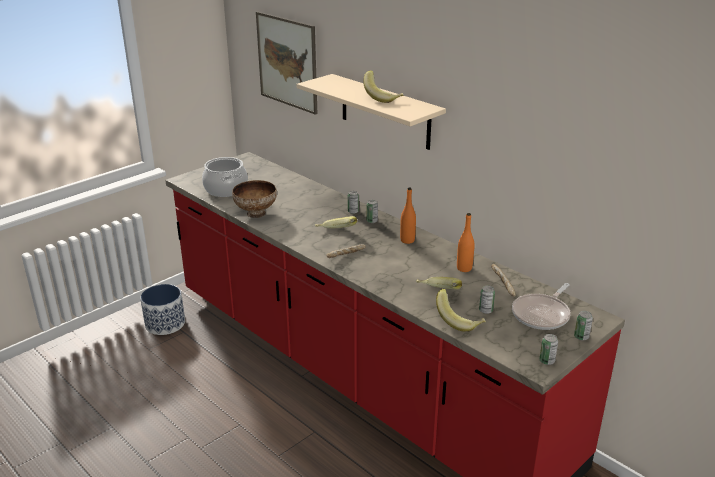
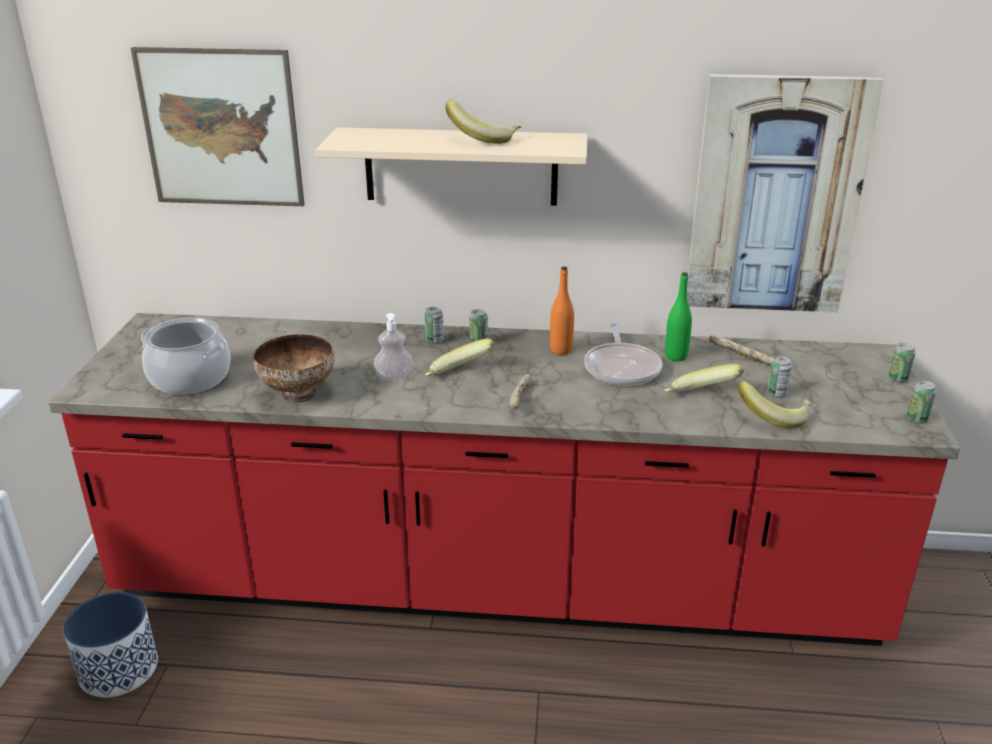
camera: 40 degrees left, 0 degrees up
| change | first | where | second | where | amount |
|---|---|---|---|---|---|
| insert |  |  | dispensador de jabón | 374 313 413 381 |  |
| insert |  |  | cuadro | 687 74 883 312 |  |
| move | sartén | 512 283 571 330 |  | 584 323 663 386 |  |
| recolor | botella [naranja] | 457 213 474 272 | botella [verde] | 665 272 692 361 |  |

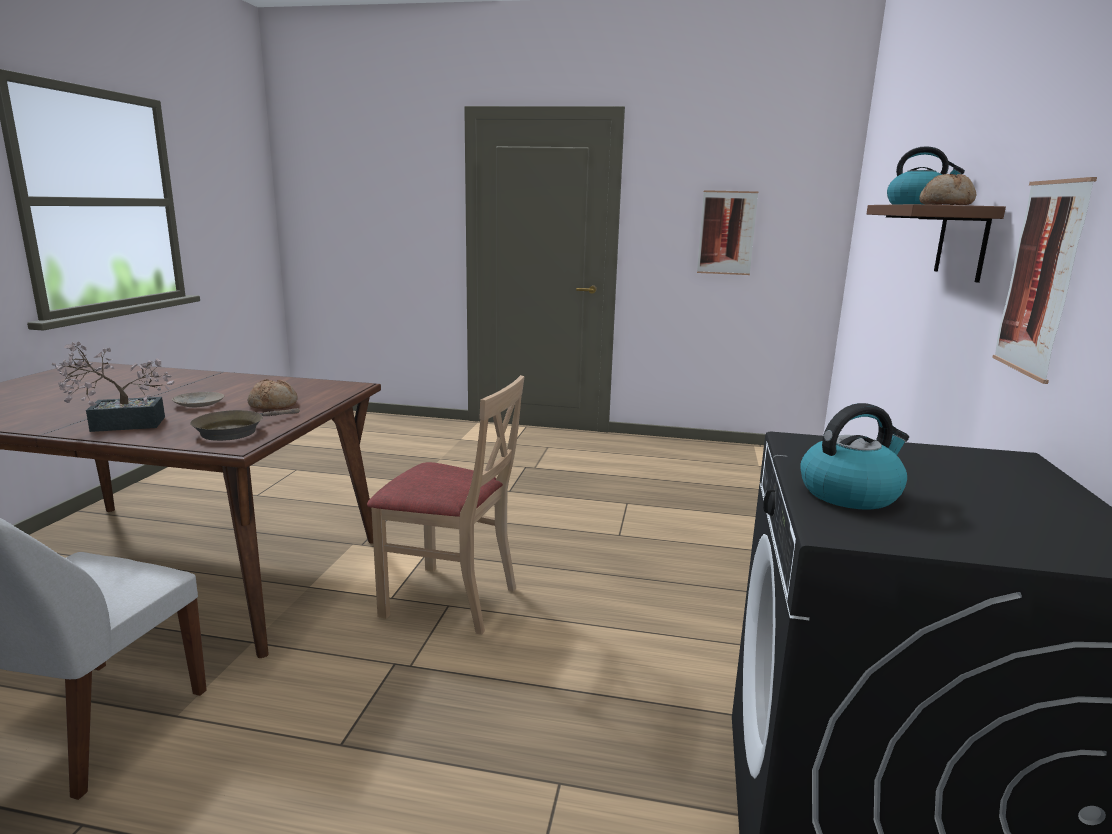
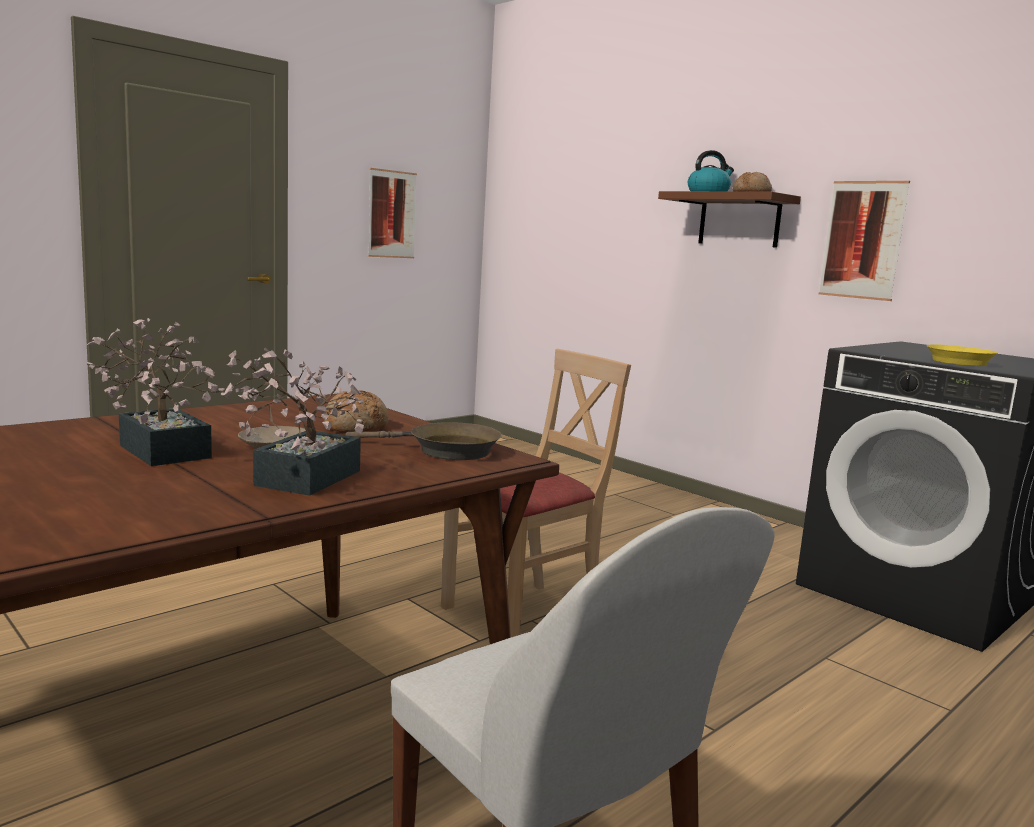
camera: 55 degrees left, 5 degrees down
| change | first | where | second | where | amount |
|---|---|---|---|---|---|
| insert |  |  | planta en maceta | 86 318 228 466 |  |
| replace | hervidor | 800 403 909 510 | sartén [amarillo] | 927 344 998 366 |  |
| rotate | sartén [marrón] | 190 408 300 441 |  | 346 422 501 460 | 60 degrees counterclockwise |

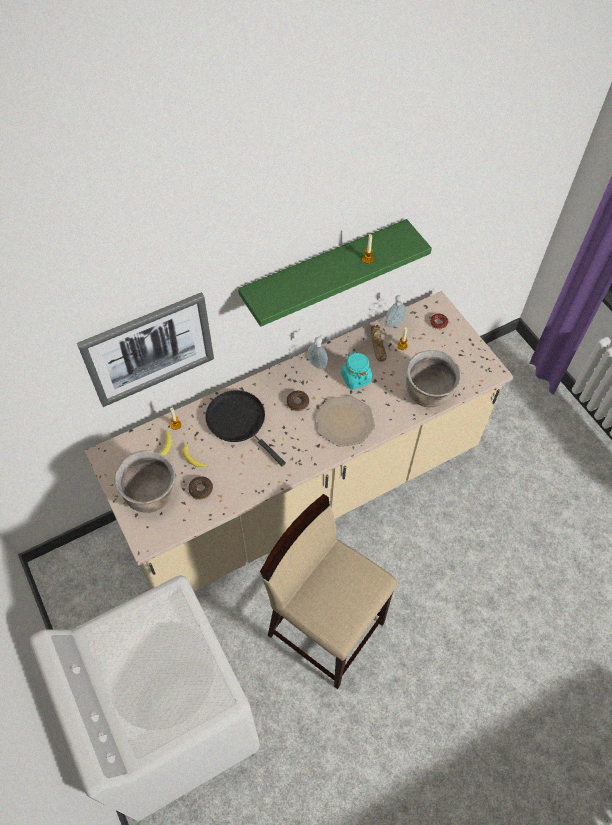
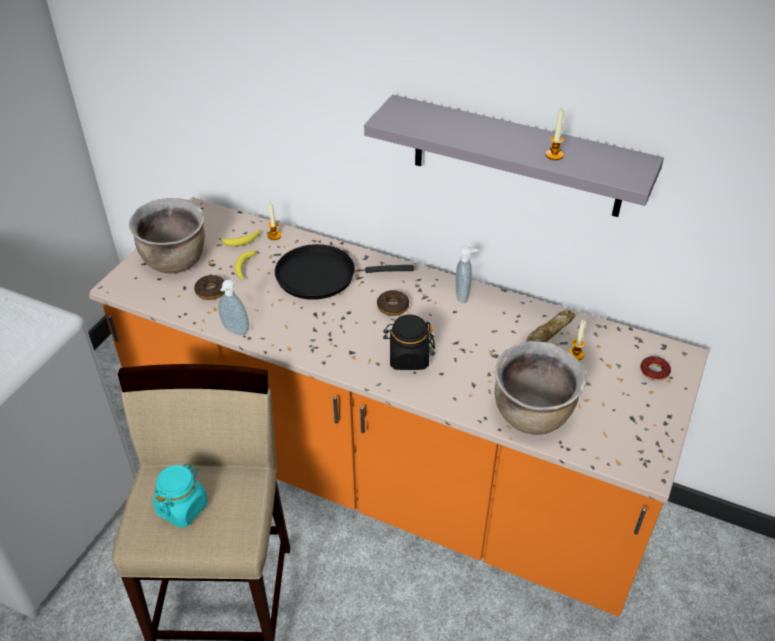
camera: 55 degrees right, 15 degrees down
| change | first | where | second | where | amount |
|---|---|---|---|---|---|
| delete | cuadro | 77 292 214 407 |  |  |  |
| move | tarro [turquesa] | 341 352 372 390 |  | 153 463 208 528 |  |
| move | dispensador de jabón | 385 295 406 327 |  | 218 280 249 335 |  |
| replace | plato | 316 396 375 447 | tarro [negro] | 383 315 435 370 |  |
| recolor | mueble bajo de cocina [beis] | 85 291 513 591 | mueble bajo de cocina [naranja] | 88 197 709 617 |  |
| recolor | estante [verde] | 238 219 432 327 | estante [gris] | 364 95 664 217 |  |
| rotate | sartén [negro] | 205 390 286 466 |  | 275 244 414 300 | 105 degrees counterclockwise |

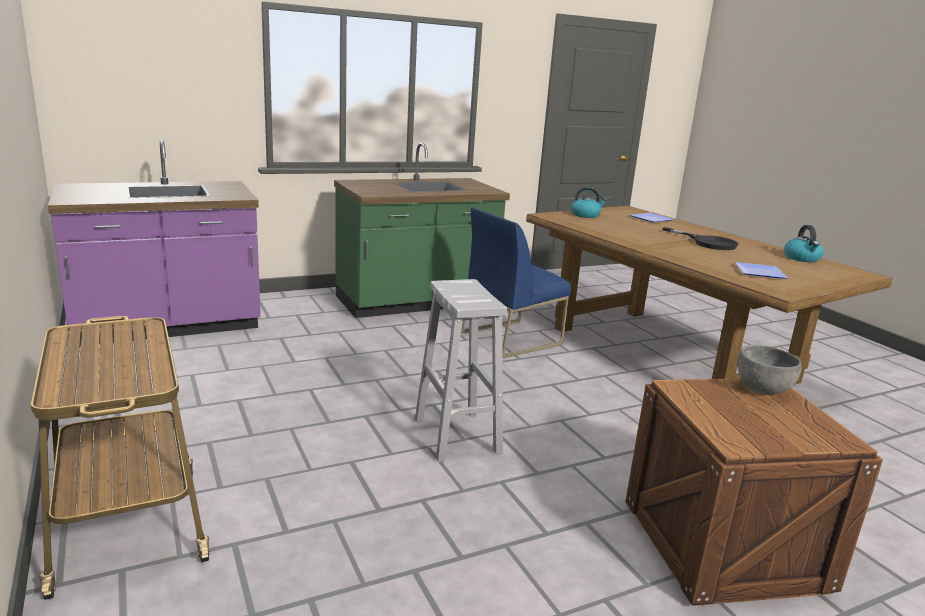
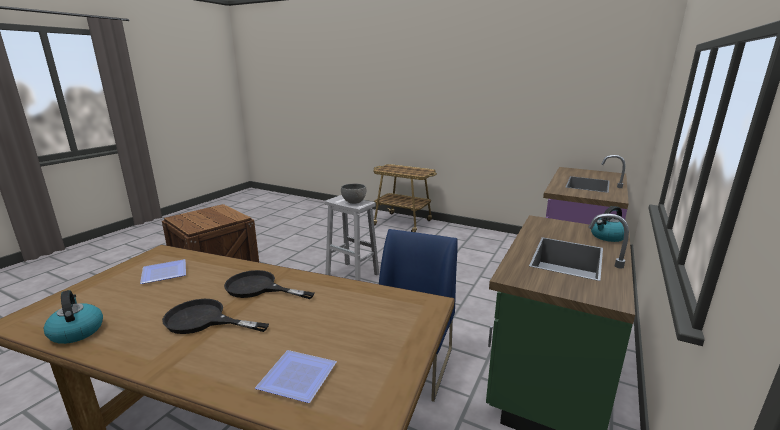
camera: 145 degrees right, 0 degrees up
| change | first | where | second | where | amount |
|---|---|---|---|---|---|
| insert |  |  | sartén [negro] | 224 270 314 299 |  |
| move | hervidor | 571 187 607 218 |  | 591 206 624 242 |  |
| move | cuenco [gris] | 738 345 802 395 |  | 341 183 366 204 |  |

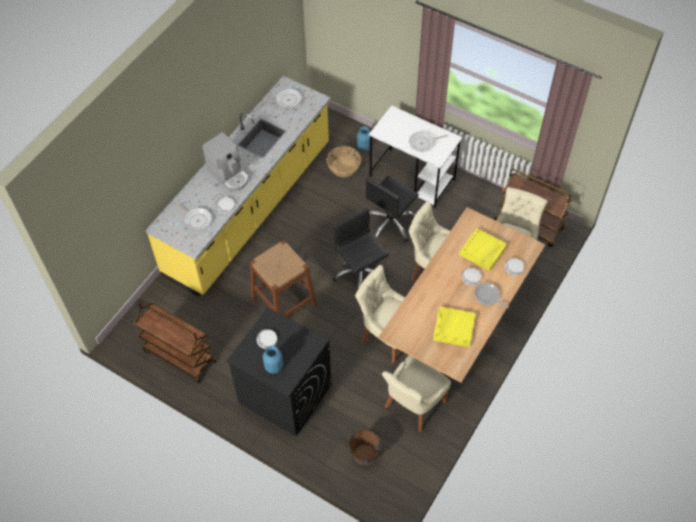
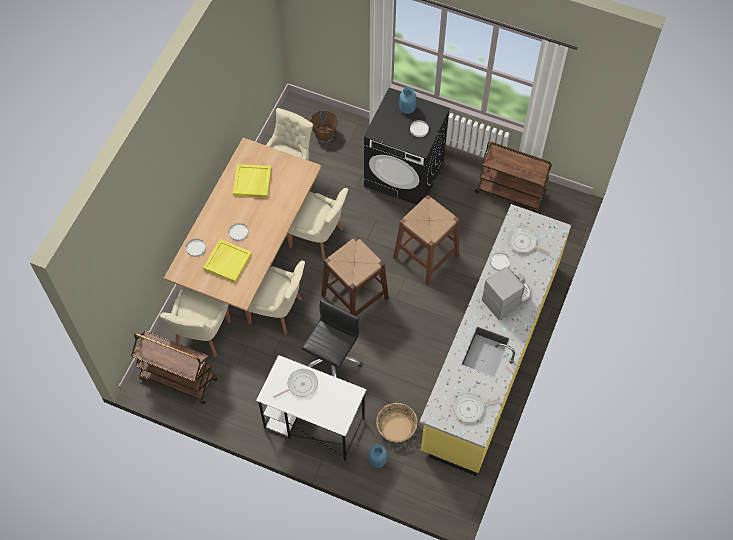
camera: 170 degrees right, 5 degrees up
| change | first | where | second | where | amount |
|---|---|---|---|---|---|
| delete | sartén | 474 282 509 308 |  |  |  |
| replace | silla de oficina [negro] | 333 208 389 289 | taburete [marrón] | 321 236 389 316 |  |
| rotate | cafetera | 202 132 249 191 |  | 482 267 531 320 | 105 degrees clockwise |

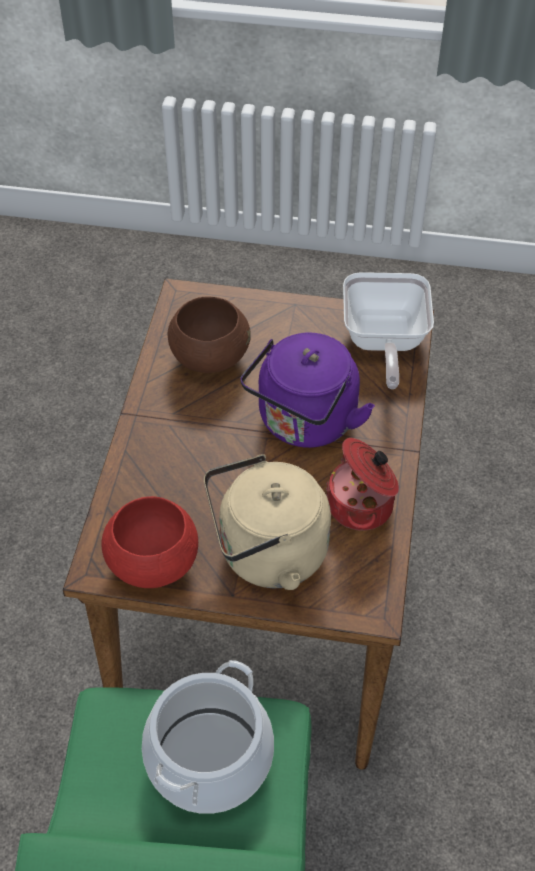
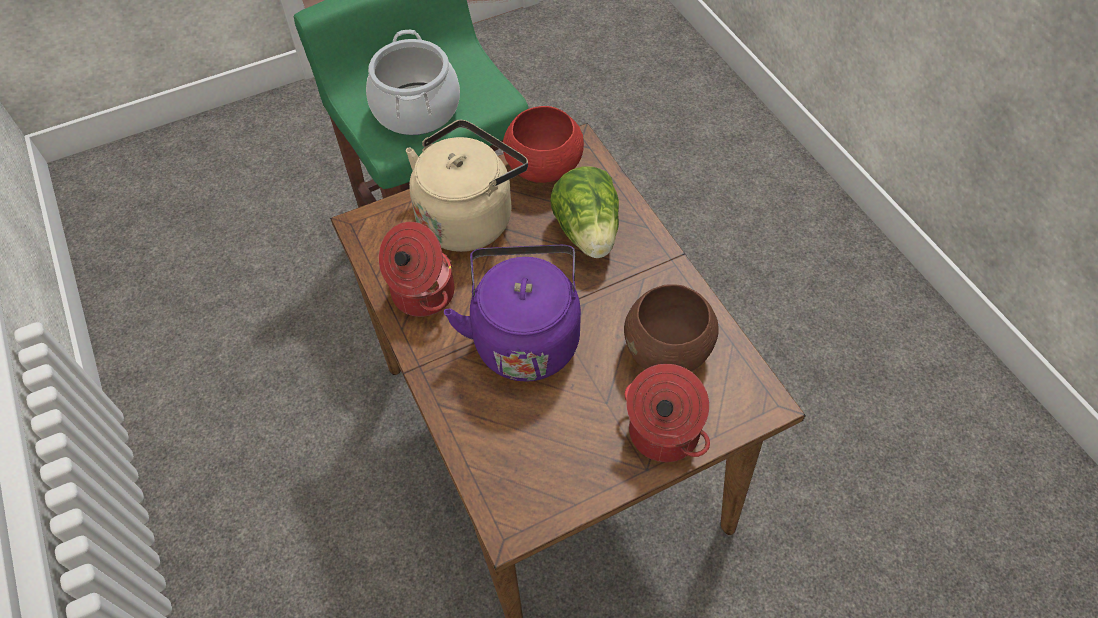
camera: 145 degrees right, 5 degrees up
| change | first | where | second | where | amount |
|---|---|---|---|---|---|
| delete | sartén | 343 272 434 389 |  |  |  |
| insert |  |  | lechuga | 550 167 619 258 |  |
| insert |  |  | olla | 624 364 710 462 |  |

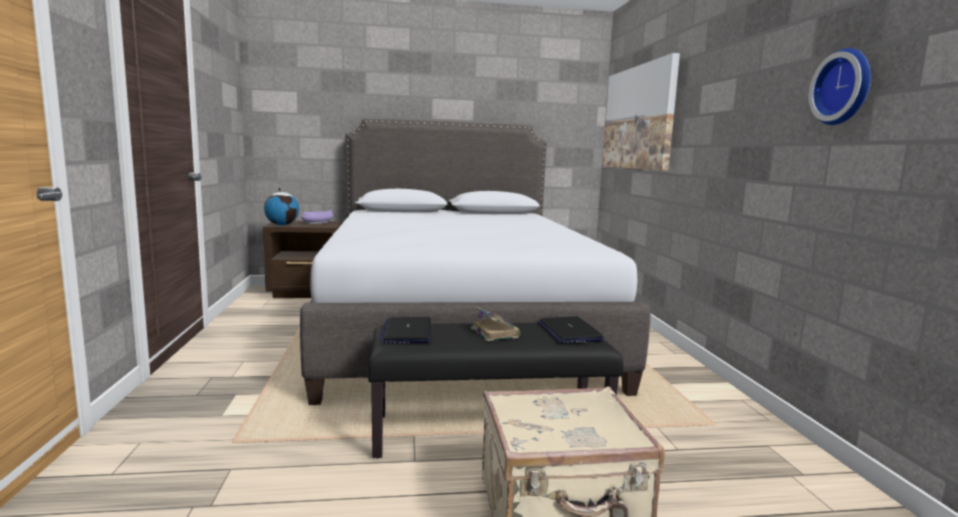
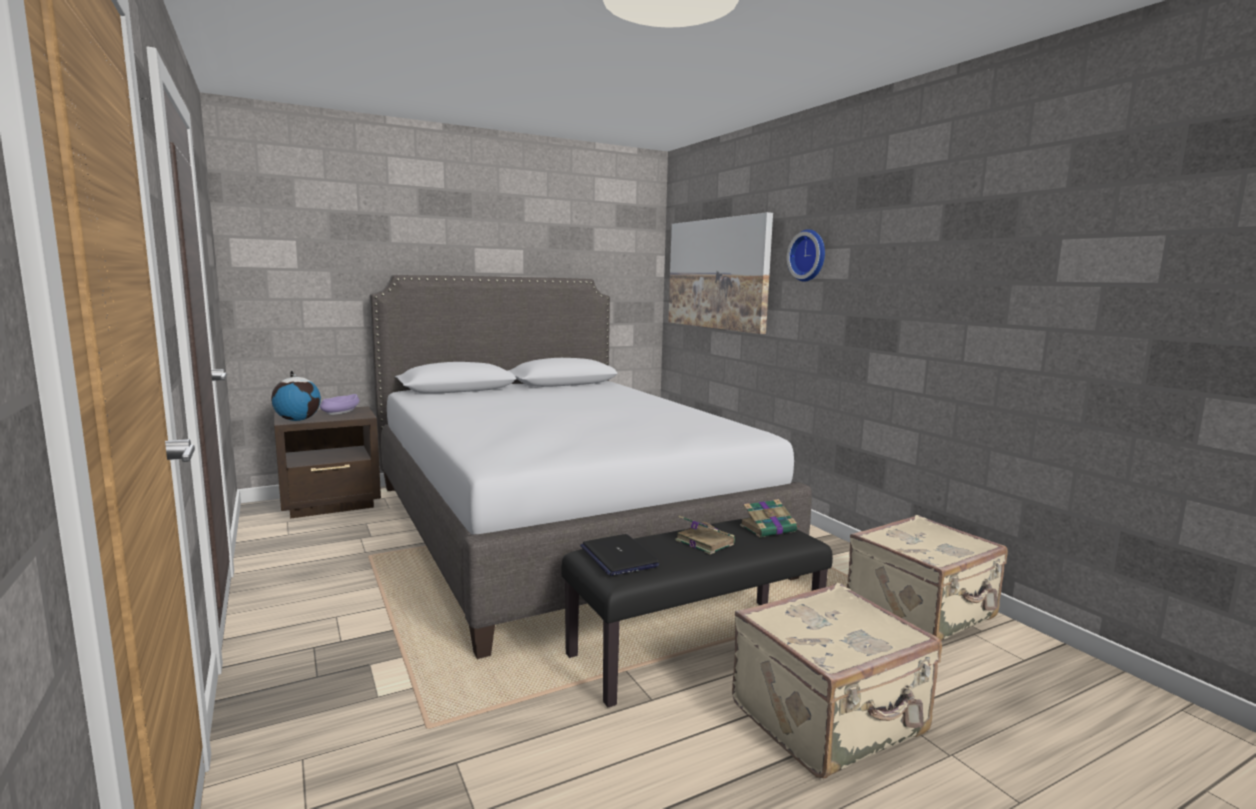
camera: 20 degrees left, 0 degrees up
| change | first | where | second | where | amount |
|---|---|---|---|---|---|
| insert |  |  | maleta [beis] | 847 515 1008 641 |  |
| move | reloj de pared | 809 48 871 125 |  | 787 229 825 282 |  |
| replace | portátil | 537 316 604 343 | libro | 740 499 799 537 |  |

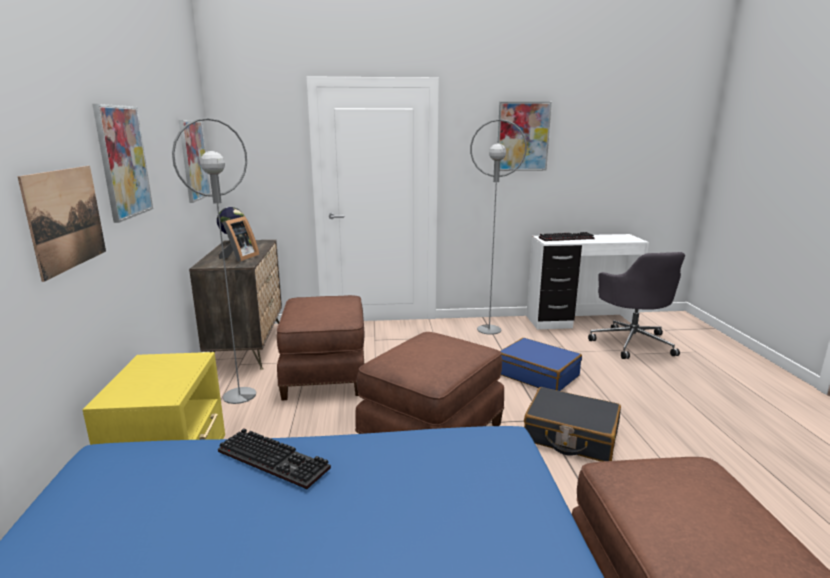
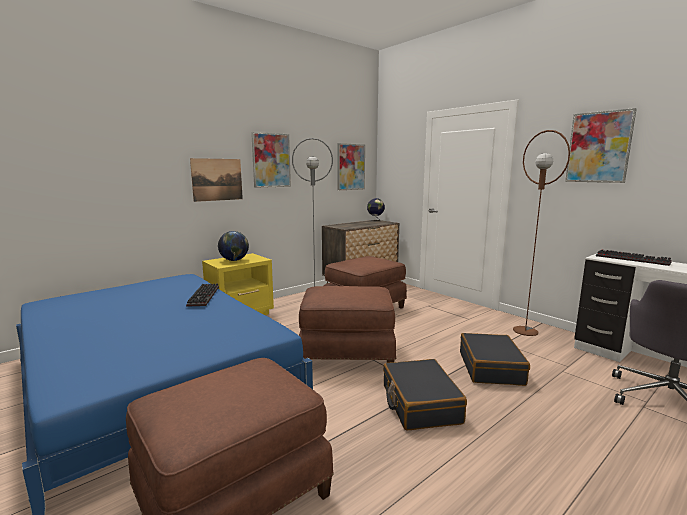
camera: 55 degrees right, 5 degrees down
| change | first | where | second | where | amount |
|---|---|---|---|---|---|
| delete | portarretratos | 218 216 260 262 |  |  |  |
| insert |  |  | globo terráqueo | 218 231 249 261 |  |
| recolor | lámpara de pie [gris] | 470 119 527 335 | lámpara de pie [marrón] | 513 130 570 336 |  |
| recolor | maleta [azul] | 500 338 582 391 | maleta [negro] | 460 333 530 386 |  |

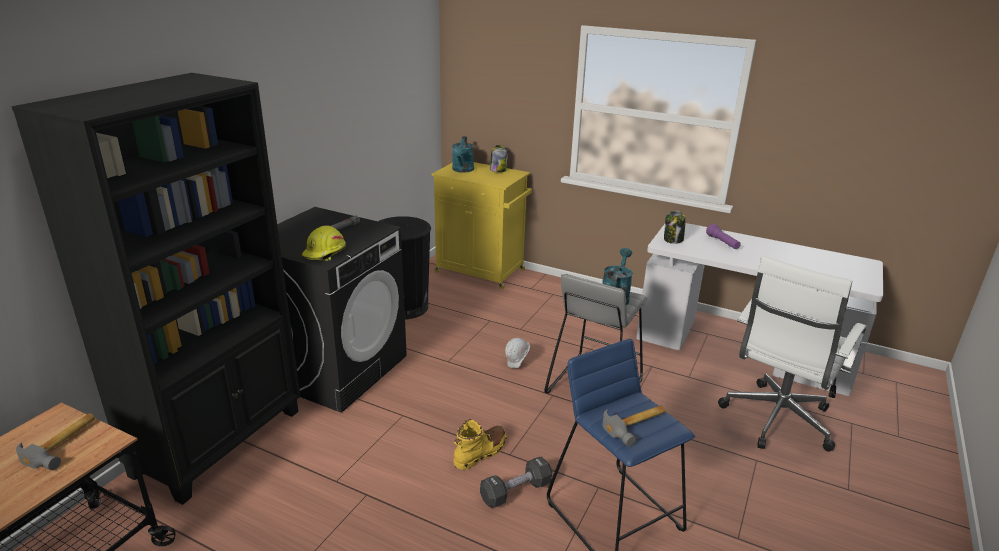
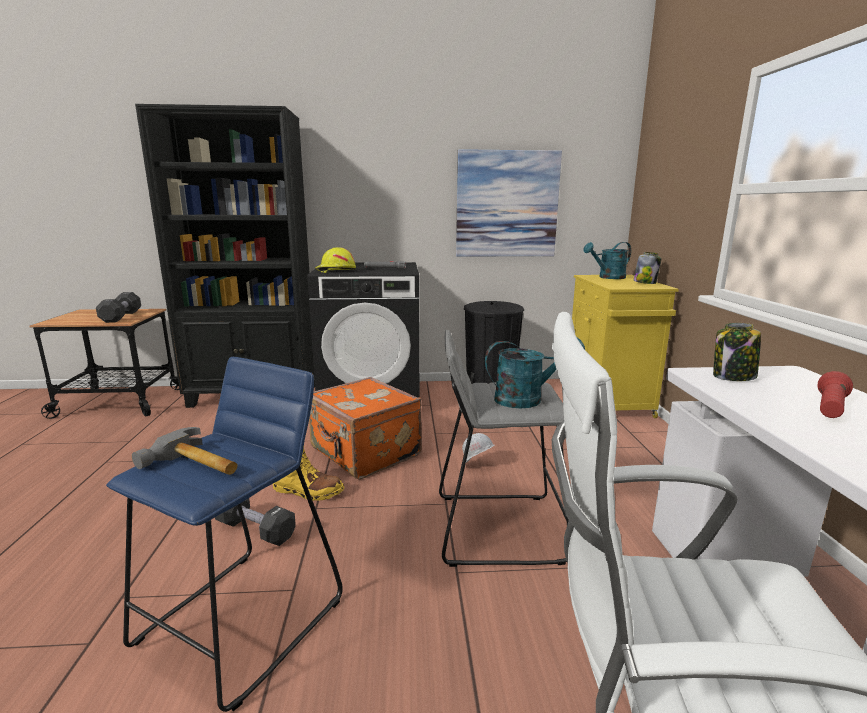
camera: 60 degrees right, 10 degrees down
| change | first | where | second | where | amount |
|---|---|---|---|---|---|
| insert |  |  | maleta [naranja] | 309 377 422 479 |  |
| insert |  |  | cuadro | 456 149 562 257 |  |
| replace | martillo | 16 413 95 470 | mancuerna [negro] | 96 292 141 323 |  |
| recolor | linterna [morado] | 706 224 740 249 | linterna [rojo] | 818 371 853 418 |  |

